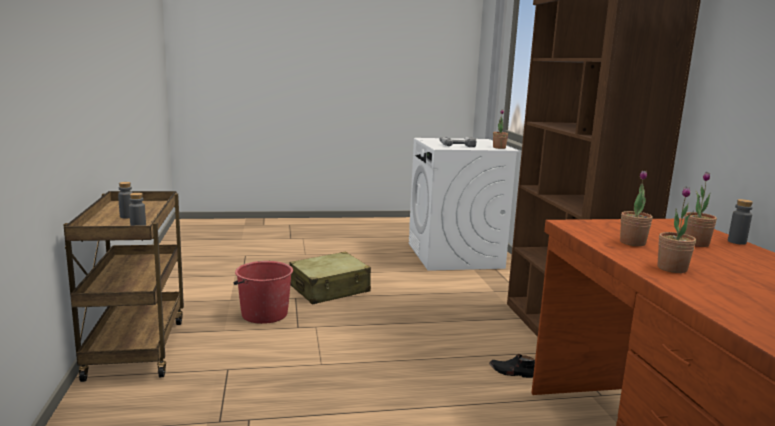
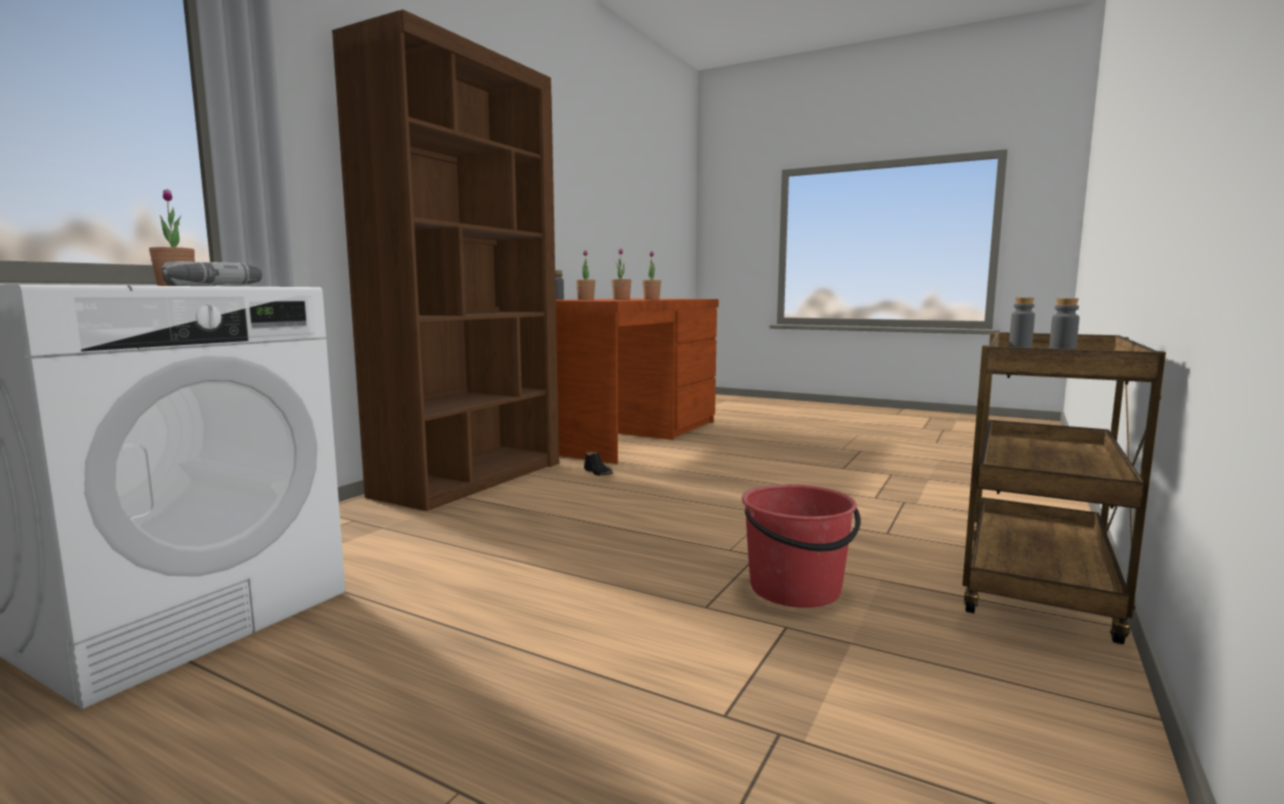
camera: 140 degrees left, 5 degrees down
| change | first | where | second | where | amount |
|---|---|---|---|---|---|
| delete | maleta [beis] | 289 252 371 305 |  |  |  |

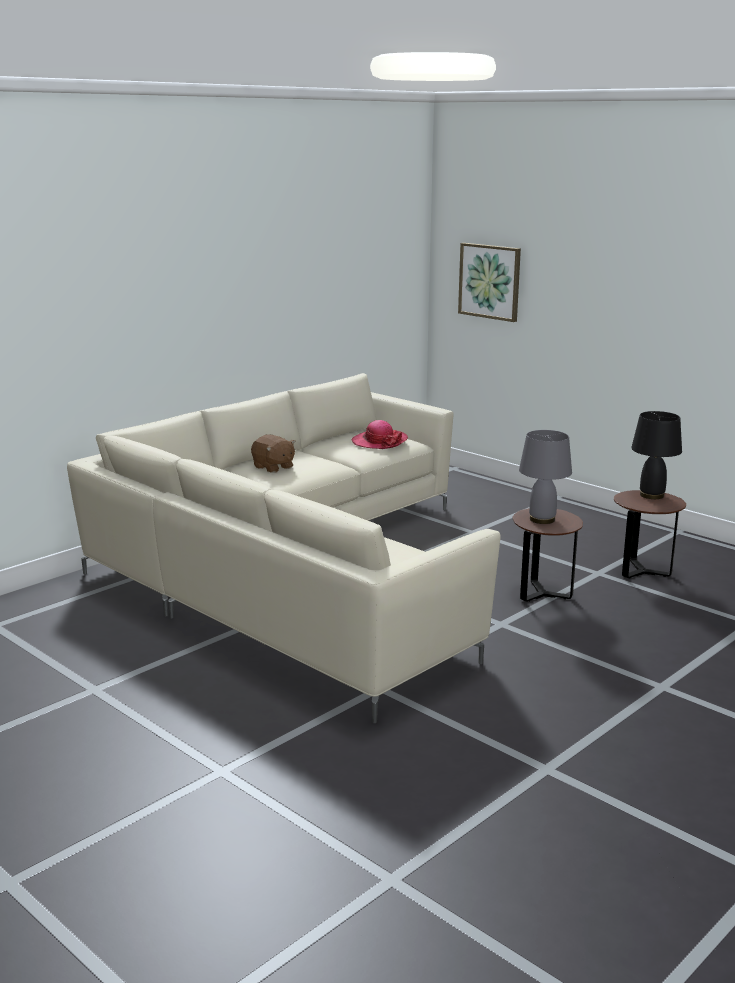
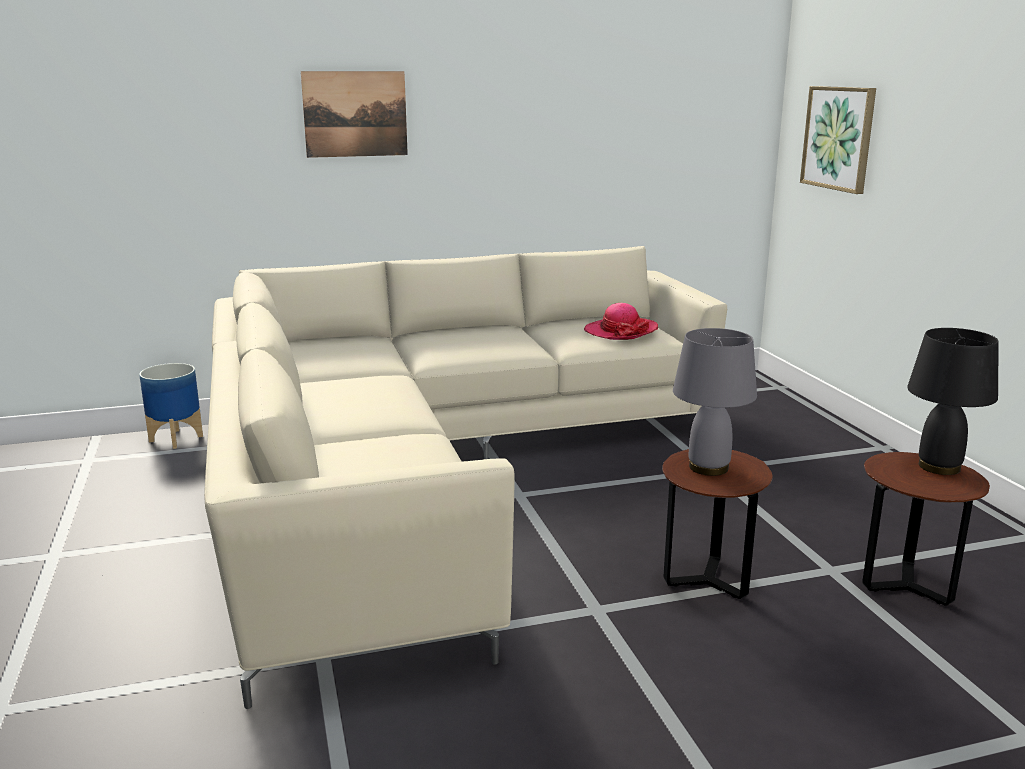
camera: 30 degrees right, 0 degrees up
| change | first | where | second | where | amount |
|---|---|---|---|---|---|
| delete | peluche [marrón] | 251 435 296 473 |  |  |  |
| insert |  |  | maceta | 139 363 203 449 |  |
| insert |  |  | cuadro | 301 71 408 158 |  |

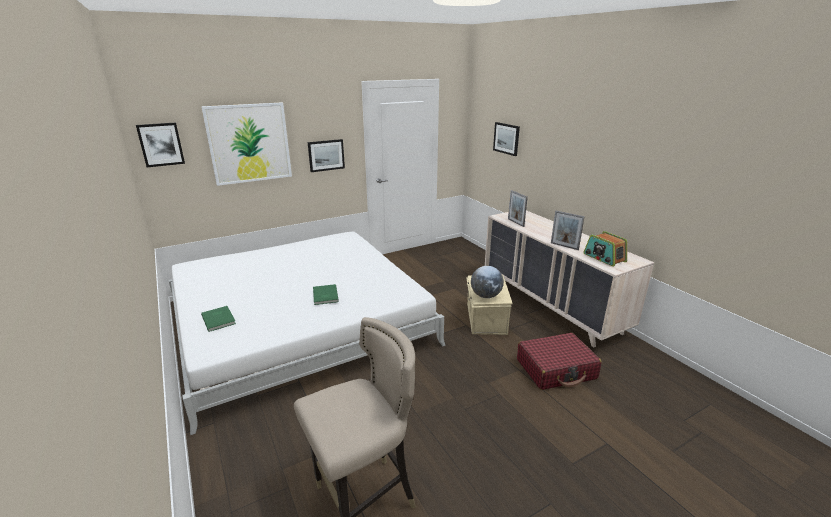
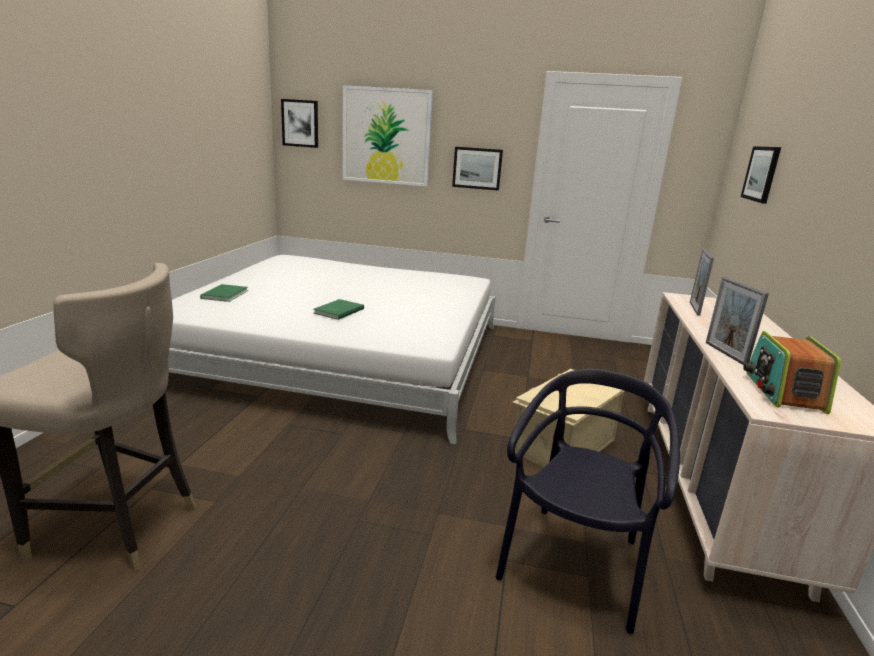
camera: 40 degrees right, 5 degrees down
| change | first | where | second | where | amount |
|---|---|---|---|---|---|
| delete | globo terráqueo | 471 266 504 298 |  |  |  |
| replace | maleta [rojo] | 517 333 602 390 | silla [negro] | 496 368 680 634 |  |

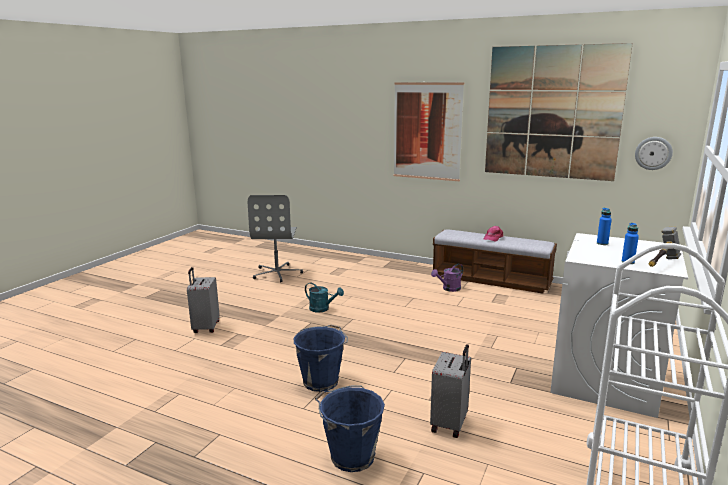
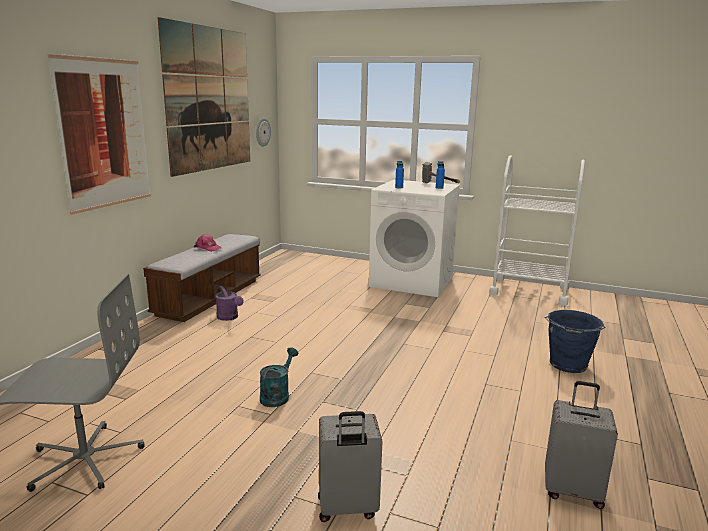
camera: 95 degrees left, 0 degrees up
| change | first | where | second | where | amount |
|---|---|---|---|---|---|
| delete | cubo [azul] | 294 325 348 392 |  |  |  |
| move | maleta [gris] | 430 344 471 438 |  | 545 381 618 509 |  |

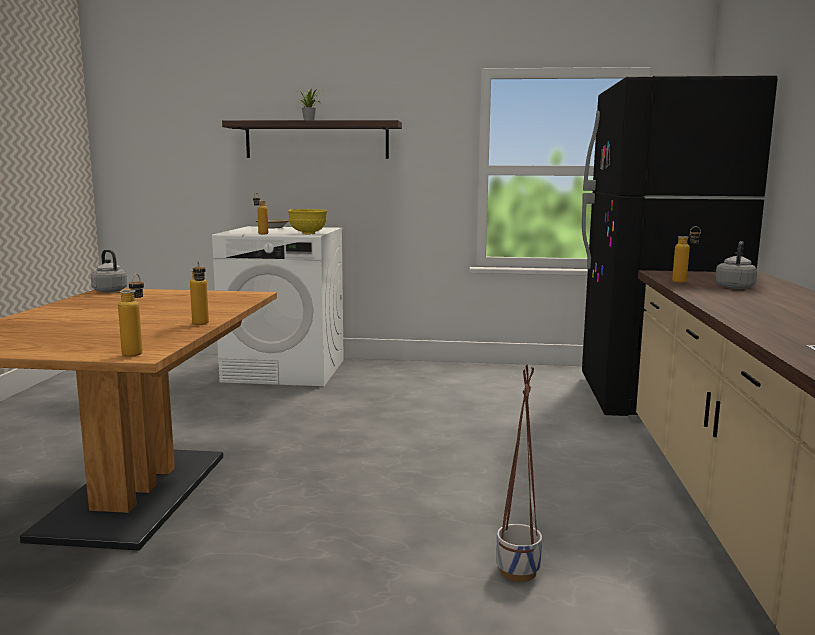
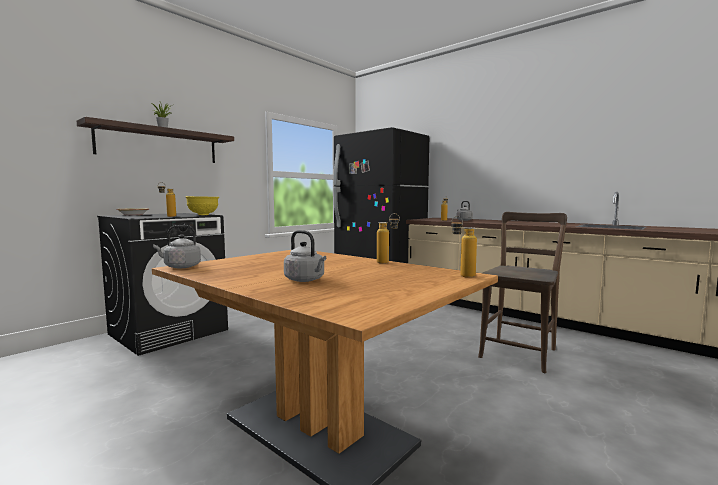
camera: 55 degrees left, 5 degrees down
| change | first | where | second | where | amount |
|---|---|---|---|---|---|
| insert |  |  | hervidor [gris] | 284 230 326 282 |  |
| replace | maceta | 496 364 542 582 | silla [marrón] | 478 212 567 373 |  |
| recolor | lavadora [blanco] | 212 226 344 386 | lavadora [negro] | 97 213 228 356 |  |

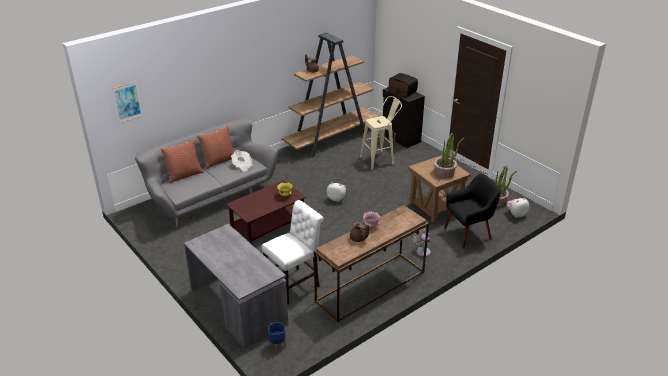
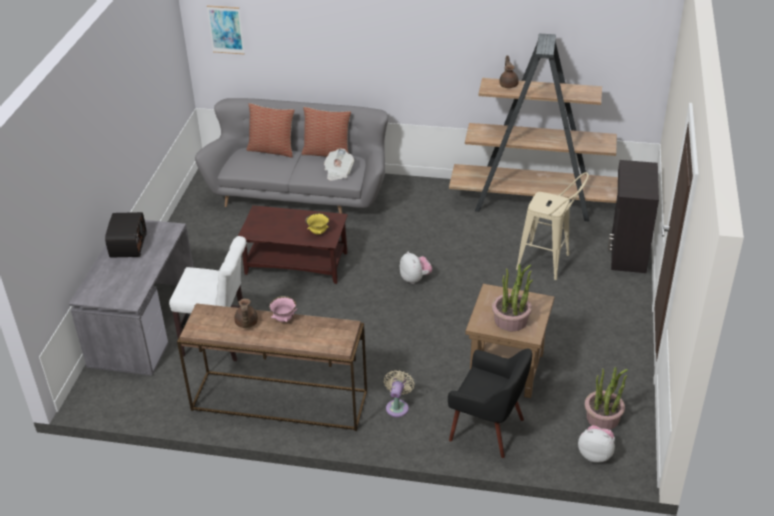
camera: 50 degrees right, 5 degrees up
| change | first | where | second | where | amount |
|---|---|---|---|---|---|
| delete | maceta [azul] | 268 322 286 352 |  |  |  |
| move | radio | 389 73 418 97 |  | 105 212 147 258 |  |

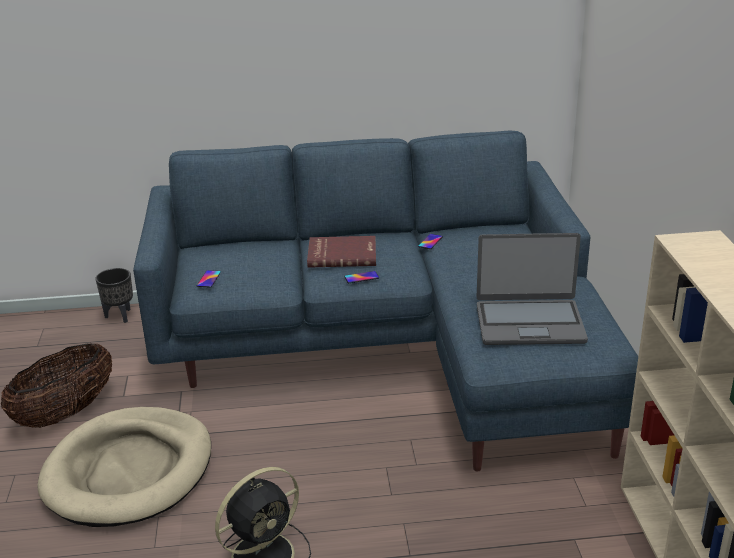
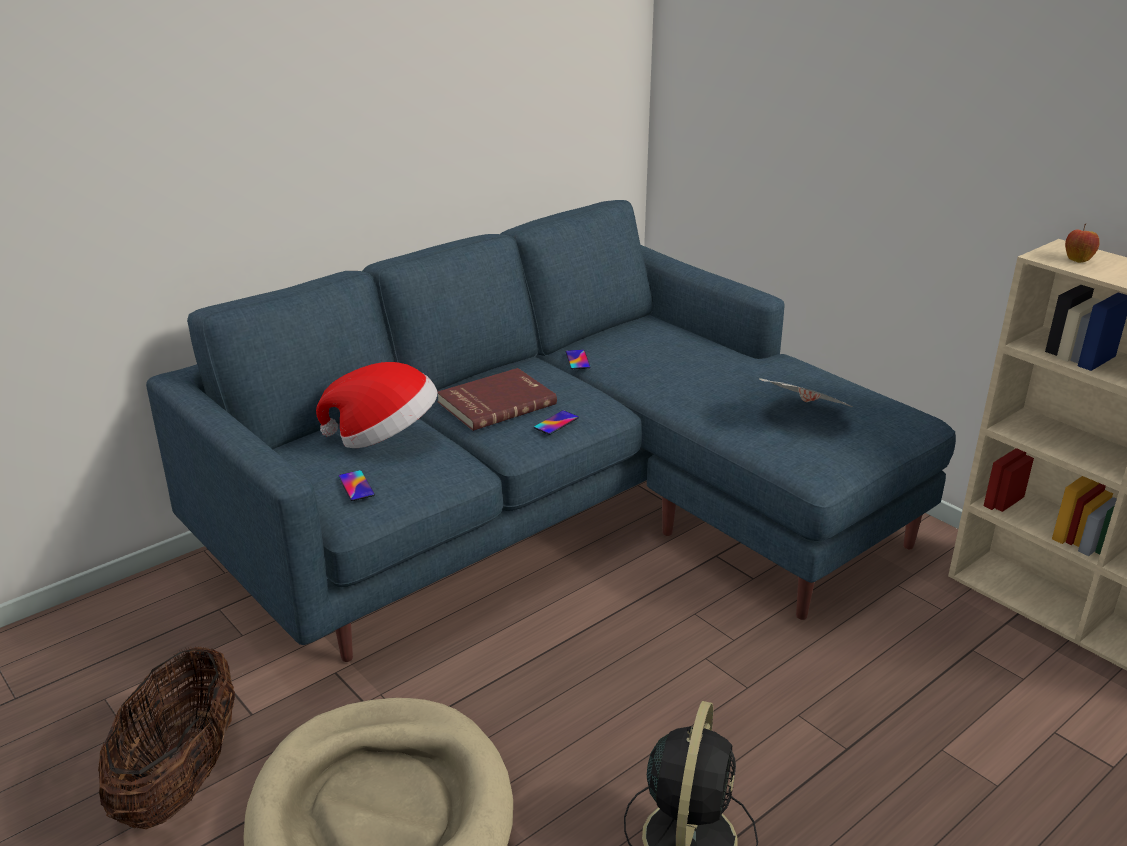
camera: 35 degrees left, 0 degrees up
| change | first | where | second | where | amount |
|---|---|---|---|---|---|
| delete | maceta [negro] | 96 268 133 323 |  |  |  |
| insert |  |  | sombrero | 316 362 438 448 |  |
| insert |  |  | manzana | 1065 224 1100 263 |  |
| replace | portátil | 477 233 588 345 | periódico | 759 378 853 407 |  |

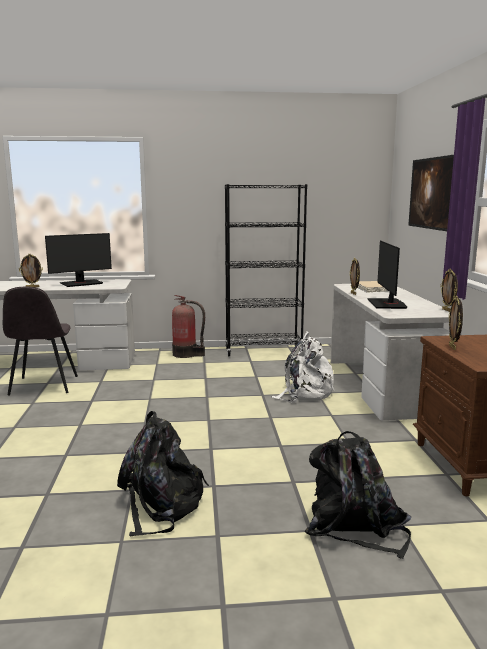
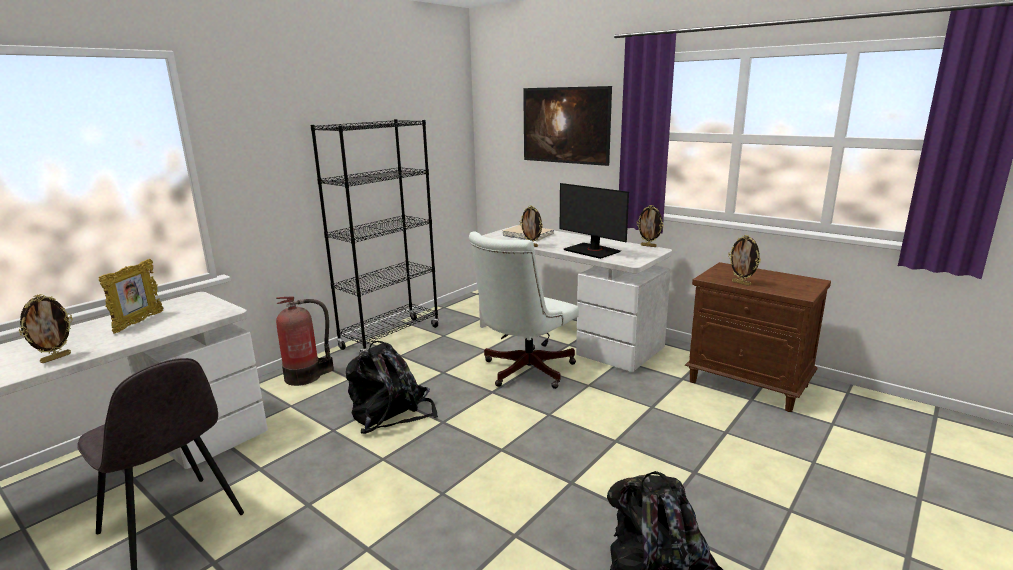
camera: 45 degrees left, 5 degrees up
| change | first | where | second | where | amount |
|---|---|---|---|---|---|
| move | mochila [negro] | 305 431 411 559 |  | 346 341 438 434 |  |
| replace | monitor | 45 233 112 287 | portarretratos | 99 259 163 333 |  |
| replace | mochila [blanco] | 272 332 334 403 | silla de oficina [blanco] | 469 231 579 389 |  |

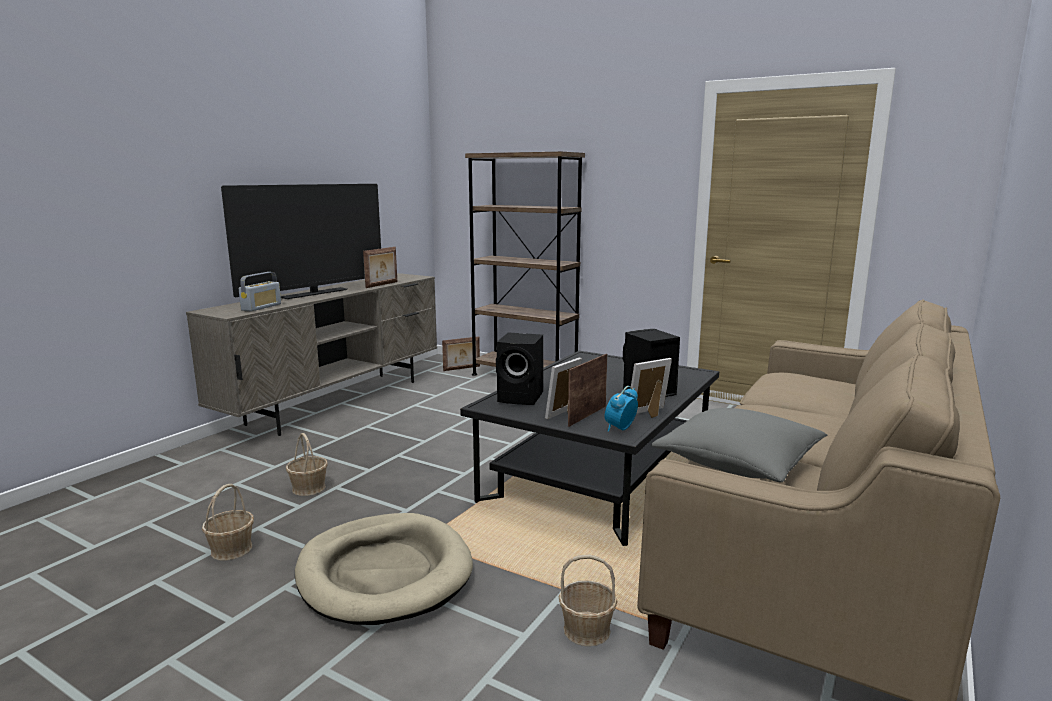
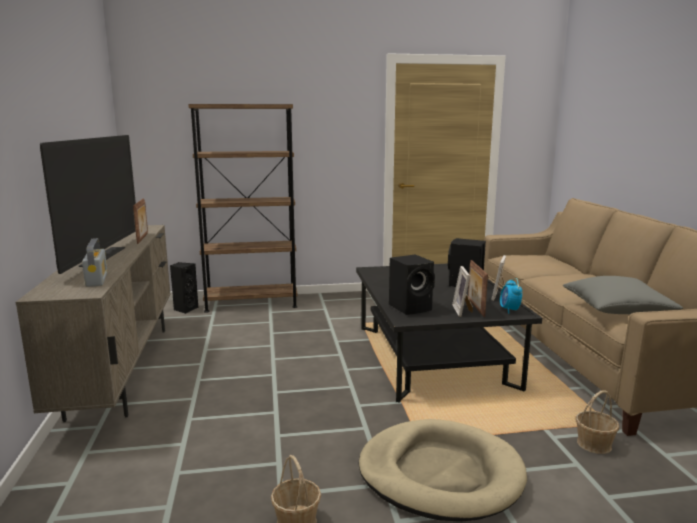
camera: 40 degrees left, 0 degrees up
| change | first | where | second | where | amount |
|---|---|---|---|---|---|
| delete | cesta | 286 433 328 496 |  |  |  |
| replace | portarretratos | 442 336 480 371 | altavoz [negro] | 170 262 198 314 |  |

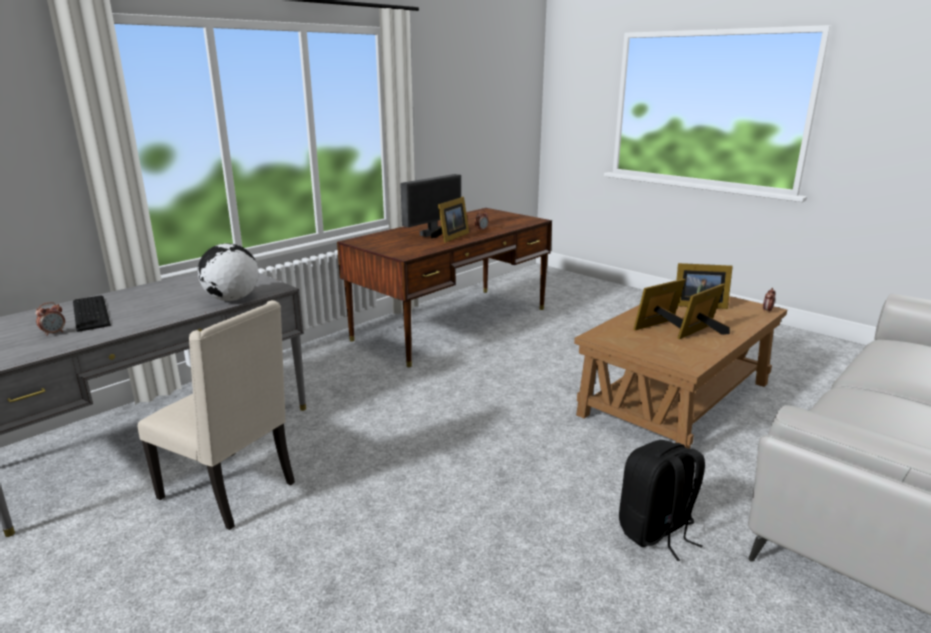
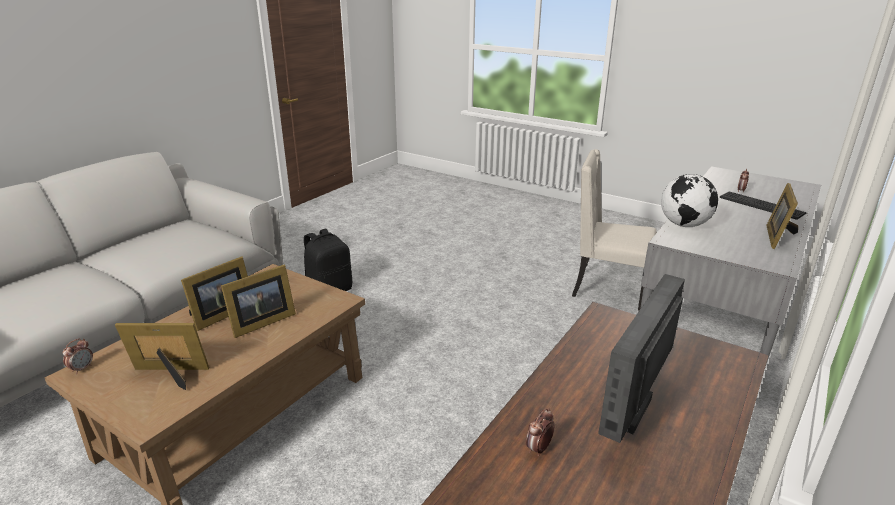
camera: 170 degrees right, 5 degrees up
| change | first | where | second | where | amount |
|---|---|---|---|---|---|
| move | portarretratos | 431 197 469 243 |  | 766 183 798 249 |  |

